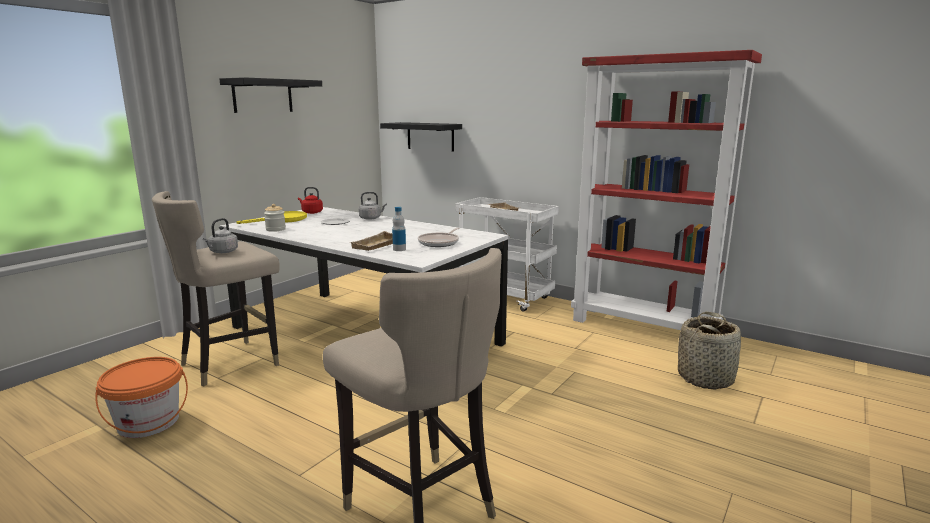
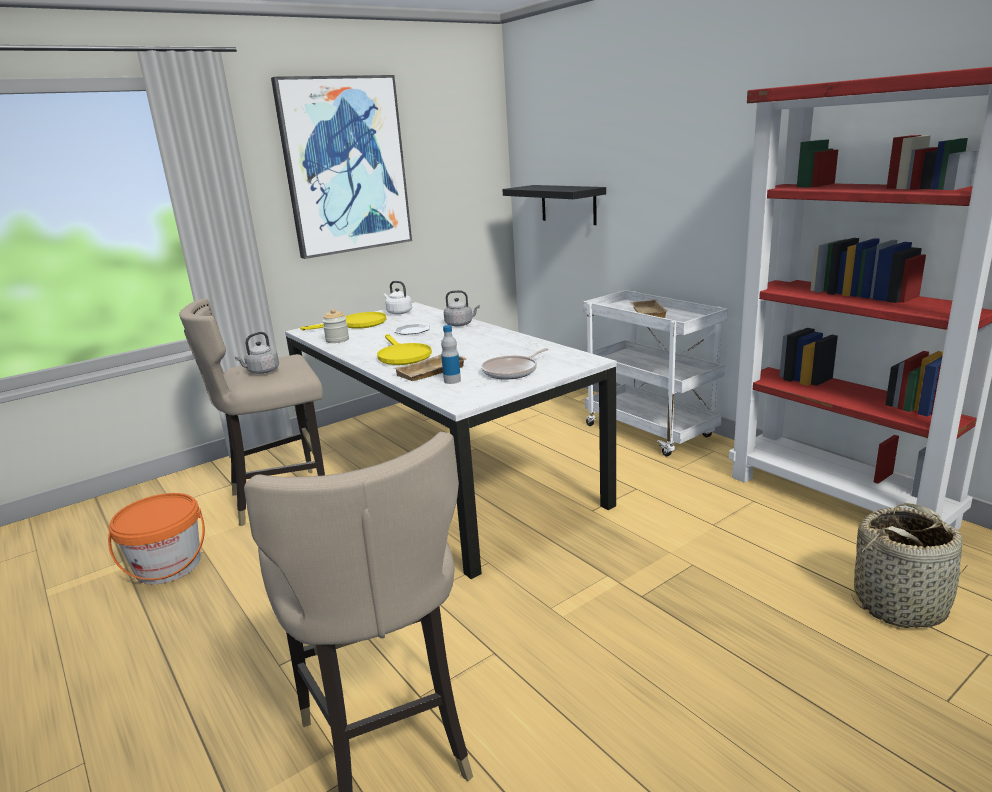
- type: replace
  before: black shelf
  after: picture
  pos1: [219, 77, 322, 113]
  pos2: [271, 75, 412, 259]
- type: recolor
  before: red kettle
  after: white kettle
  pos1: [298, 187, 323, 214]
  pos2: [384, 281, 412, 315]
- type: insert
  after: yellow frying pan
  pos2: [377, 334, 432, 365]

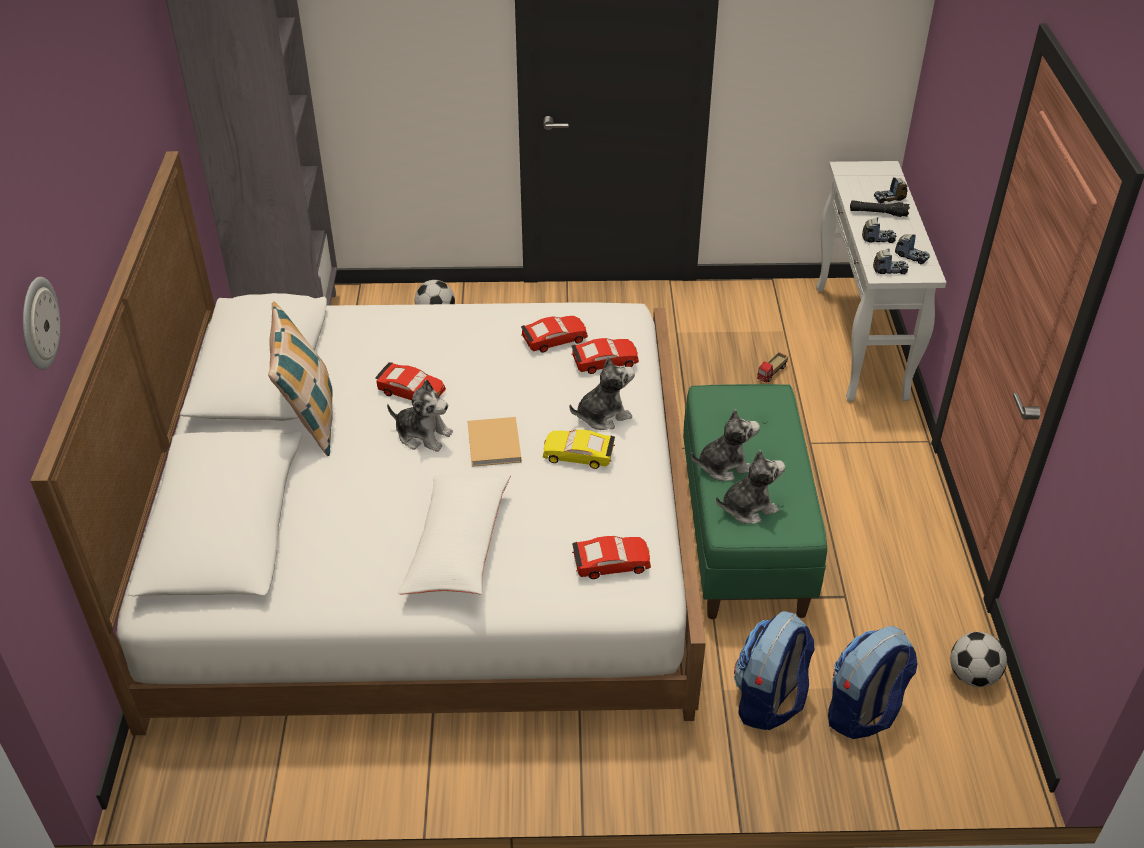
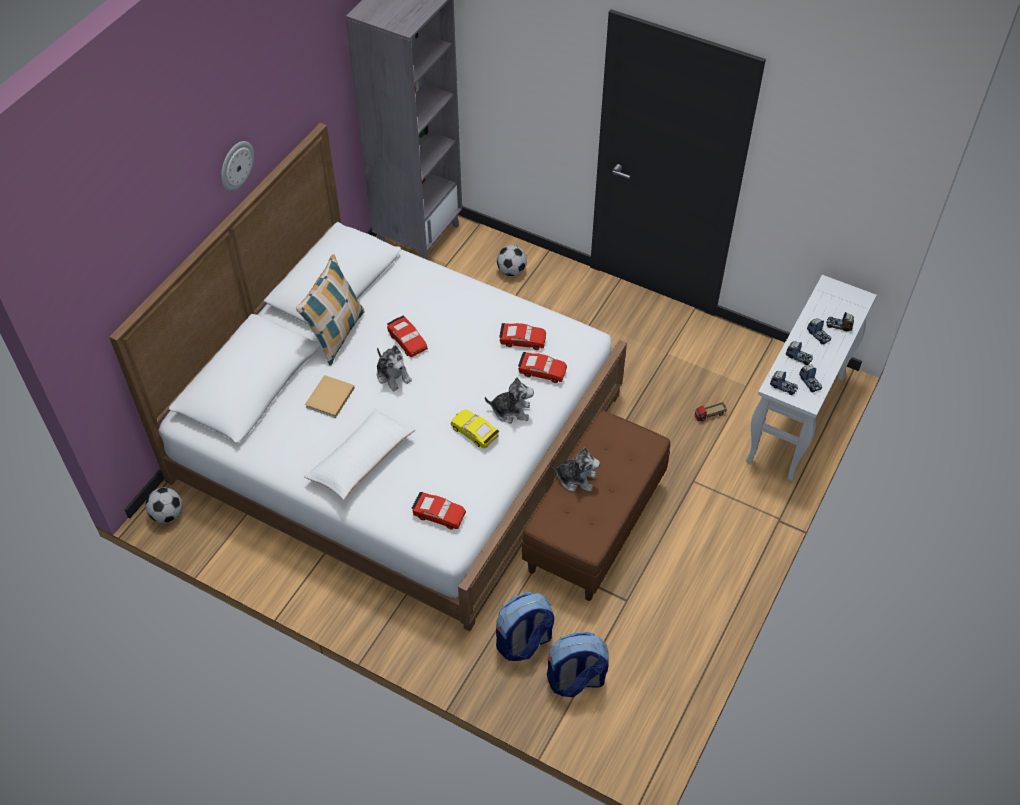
- type: move
  before: wall clock
  pos1: [23, 277, 61, 370]
  pos2: [221, 141, 254, 191]
- type: move
  before: beige book
  pos1: [467, 417, 521, 467]
  pos2: [305, 375, 355, 418]
- type: recolor
  before: green bench
  after: brown bench
  pos1: [683, 384, 827, 619]
  pos2: [522, 410, 670, 601]
- type: delete
  before: plush toy
  pos1: [716, 450, 785, 524]
- type: replace
  before: black flashlight
  after: toy truck
  pos1: [850, 200, 910, 217]
  pos2: [807, 318, 831, 345]
- type: move
  before: football
  pos1: [950, 632, 1007, 687]
  pos2: [145, 488, 182, 523]

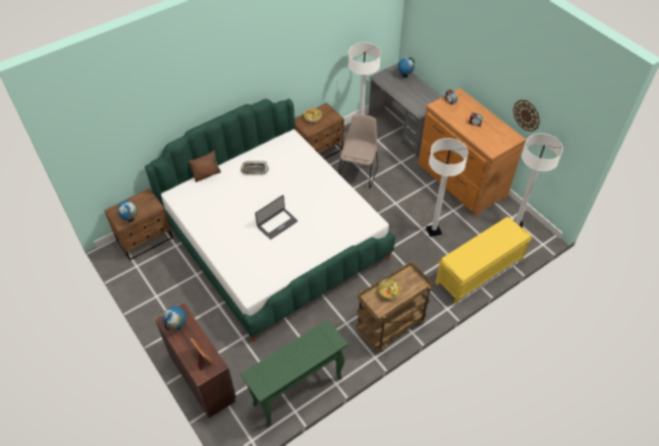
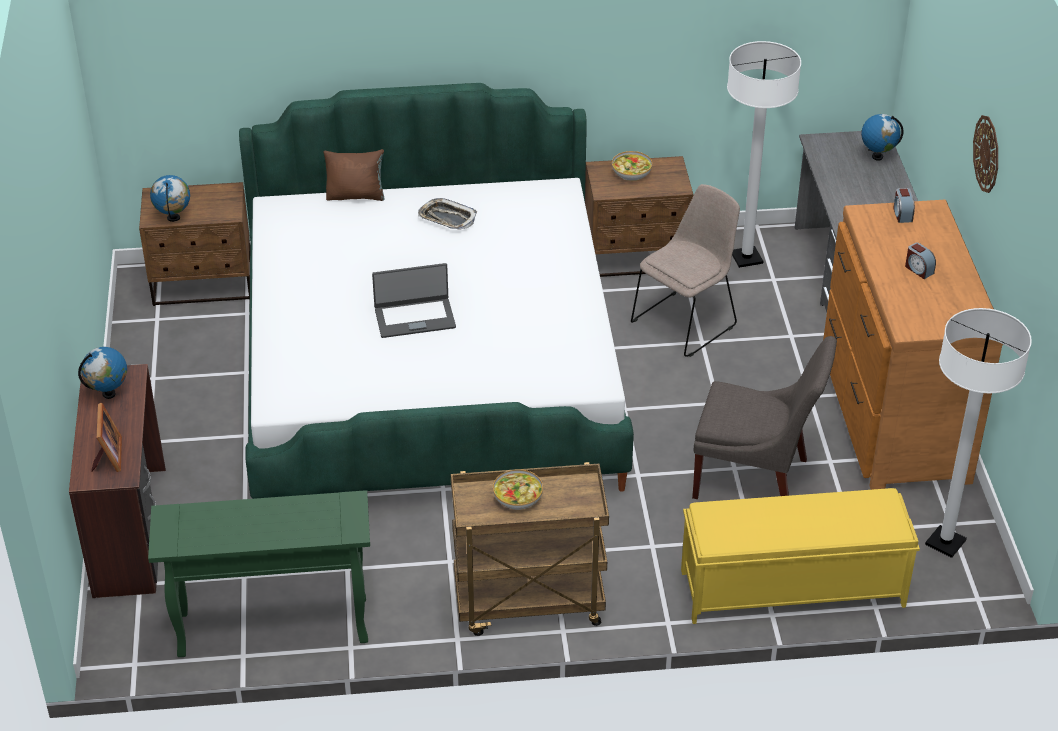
- type: replace
  before: white floor lamp
  after: grey chair
  pos1: [426, 138, 468, 237]
  pos2: [692, 336, 837, 499]
- type: move
  before: wall clock
  pos1: [513, 100, 540, 132]
  pos2: [973, 115, 998, 193]

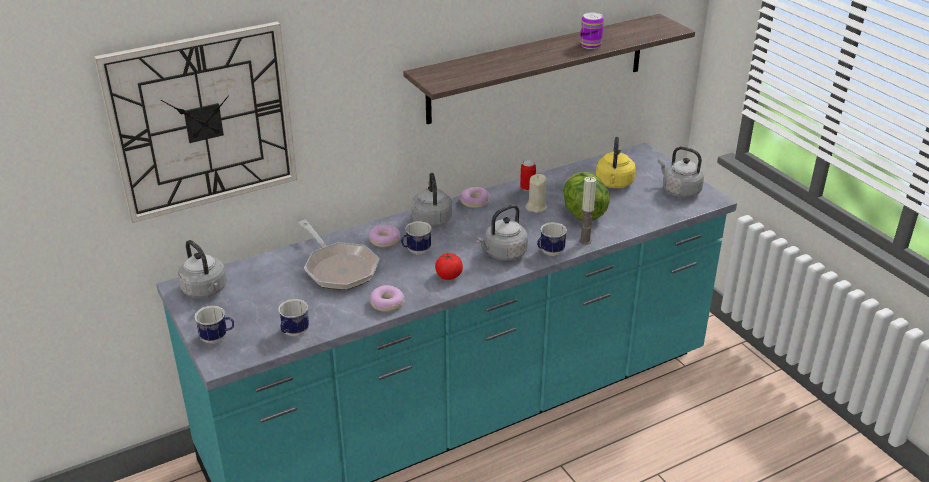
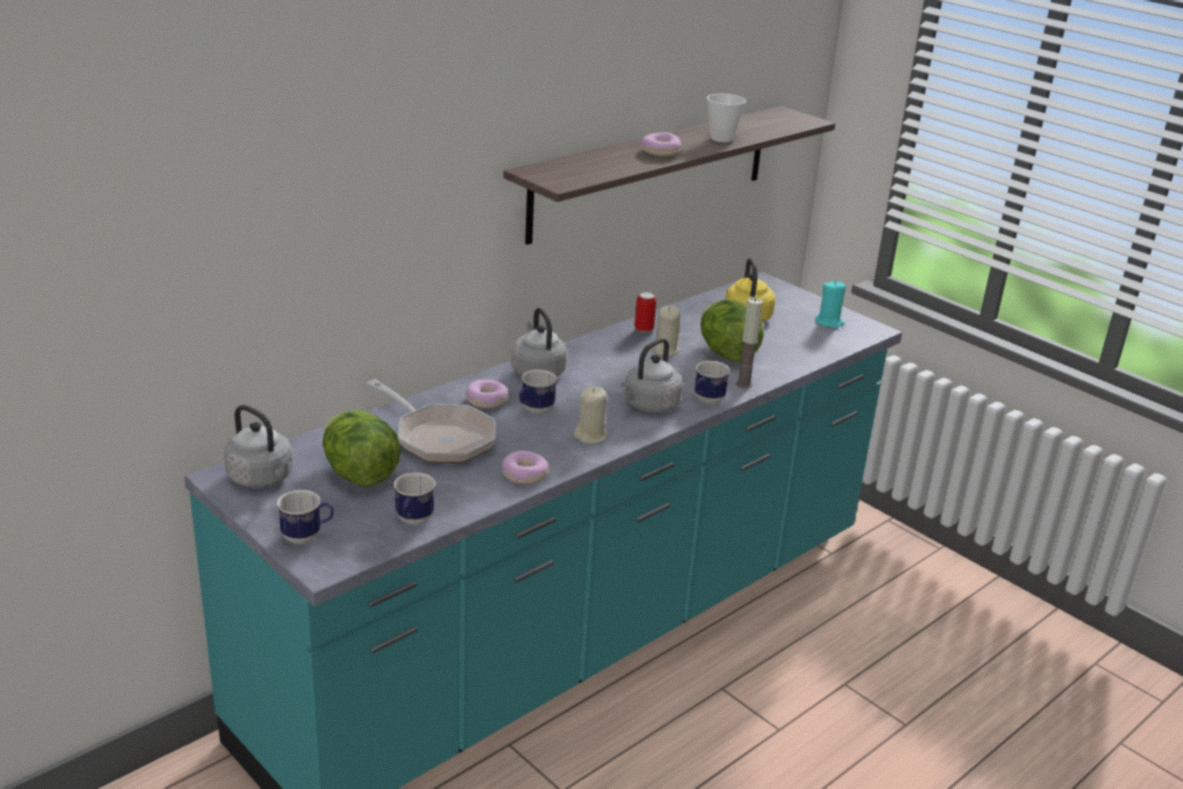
- type: delete
  before: wall clock
  pos1: [94, 21, 297, 223]
- type: replace
  before: tomato
  after: beige candle
  pos1: [435, 253, 463, 280]
  pos2: [574, 387, 608, 444]
- type: move
  before: donut
  pos1: [460, 187, 489, 208]
  pos2: [640, 132, 681, 156]
- type: replace
  before: can
  after: cup
  pos1: [580, 12, 604, 49]
  pos2: [707, 94, 746, 142]
- type: replace
  before: grey kettle
  after: turquoise candle
  pos1: [658, 146, 704, 198]
  pos2: [815, 281, 846, 328]
- type: insert
  after: lettuce
  pos2: [323, 410, 401, 487]

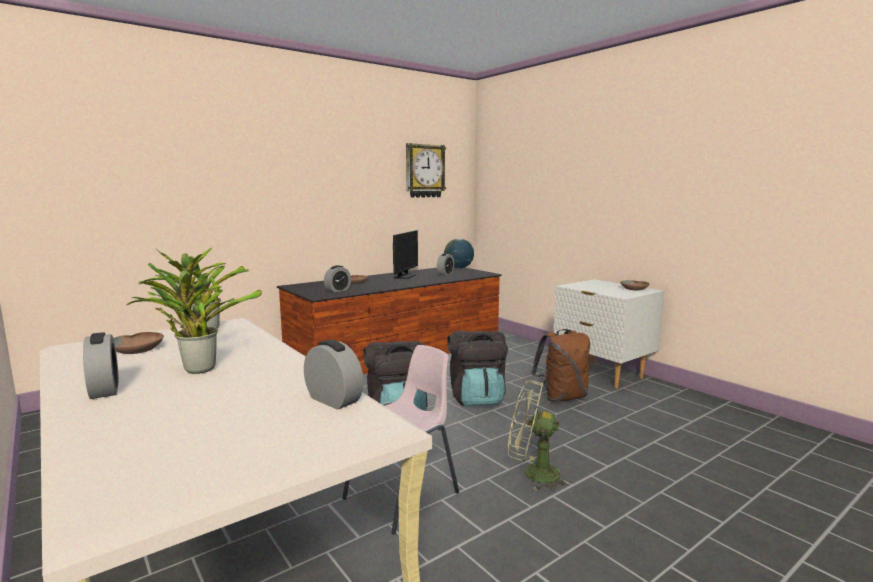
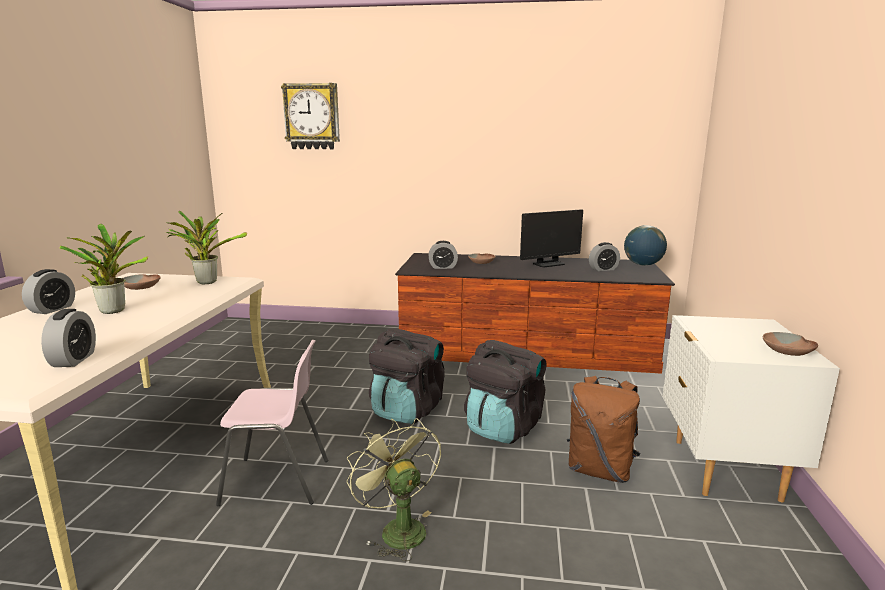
- type: move
  before: wall clock
  pos1: [406, 143, 446, 198]
  pos2: [281, 83, 340, 150]

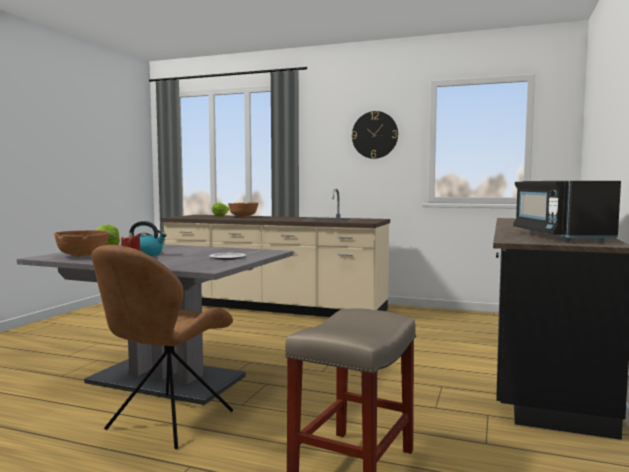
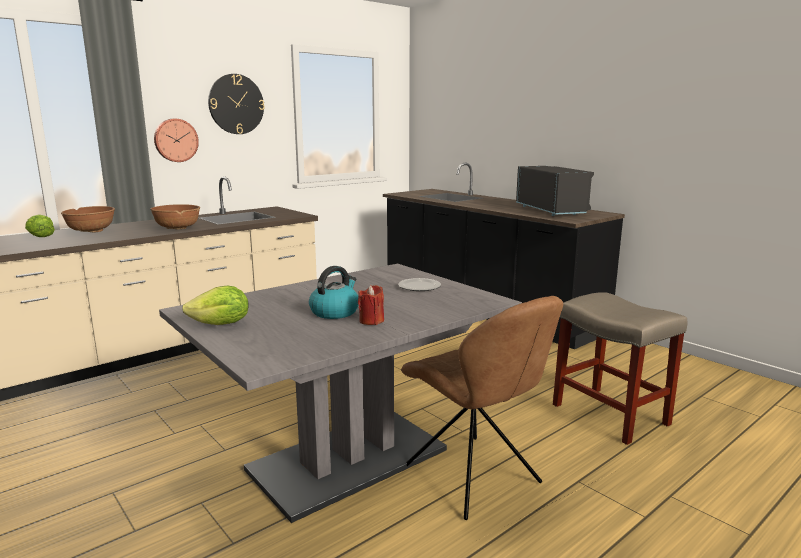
- type: move
  before: brown bowl
  pos1: [54, 230, 110, 258]
  pos2: [150, 204, 200, 230]
- type: rotate
  before: black microwave
  pos1: [513, 181, 621, 242]
  pos2: [516, 166, 594, 216]
  turn: -135
- type: insert
  after: wall clock
  pos2: [154, 119, 199, 162]

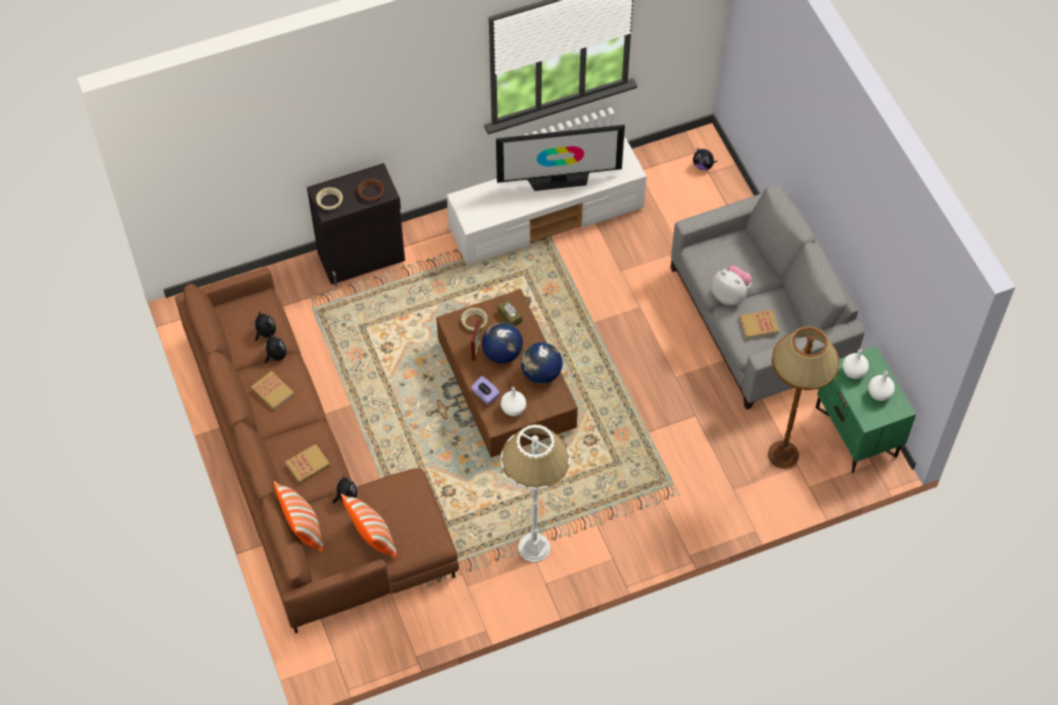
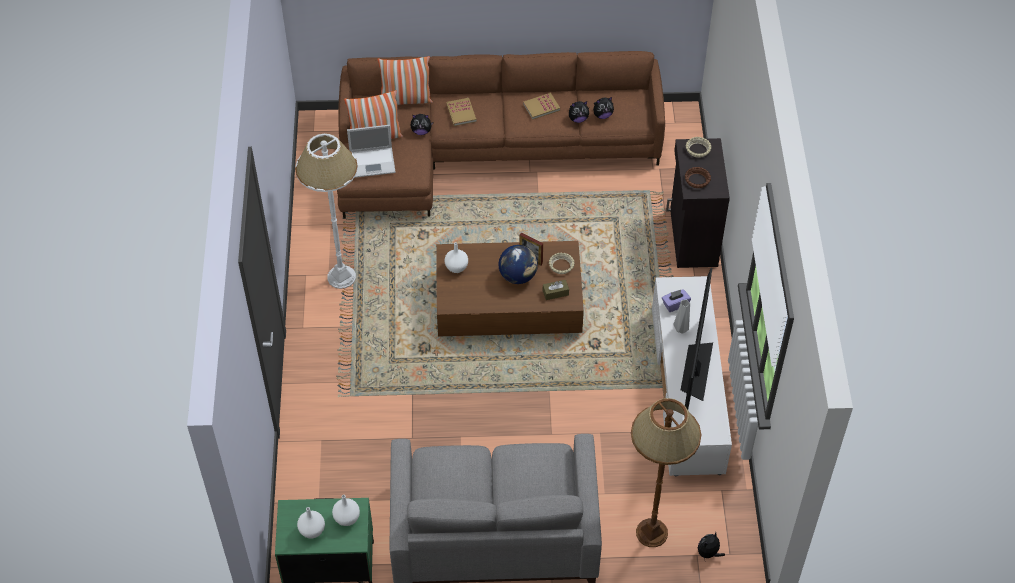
- type: move
  before: purple tissue box
  pos1: [471, 376, 500, 405]
  pos2: [662, 289, 691, 312]
- type: delete
  before: globe
  pos1: [521, 342, 563, 384]
- type: delete
  before: plush toy
  pos1: [711, 266, 752, 305]
- type: delete
  before: book
  pos1: [739, 310, 779, 339]
- type: move
  before: brown floor lamp
  pos1: [768, 326, 840, 469]
  pos2: [631, 398, 701, 547]
- type: insert
  after: laptop
  pos2: [347, 125, 396, 178]
- type: insert
  after: grey vase
  pos2: [674, 300, 690, 334]

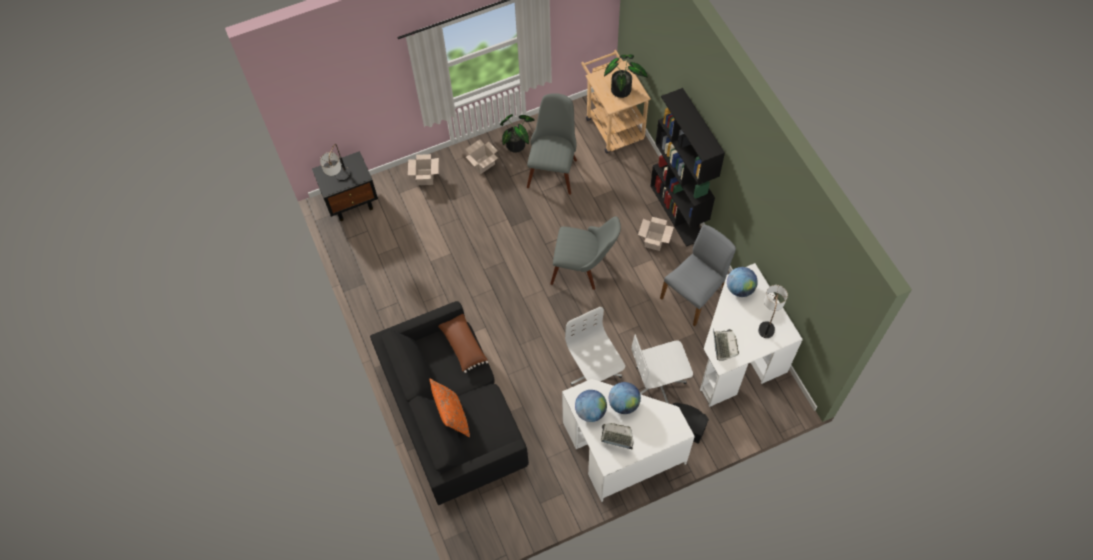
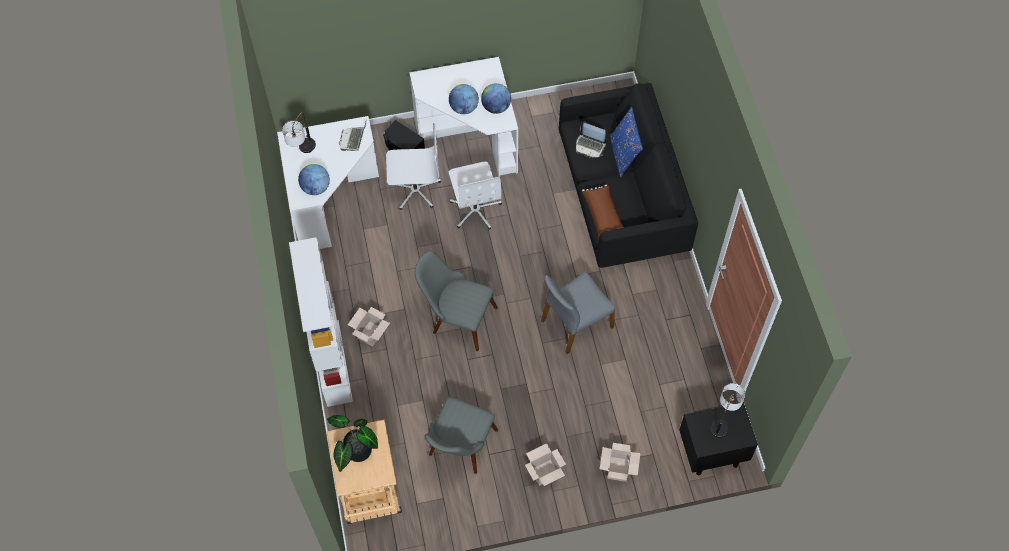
- type: recolor
  before: orange pillow
  after: blue pillow
  pos1: [430, 378, 470, 437]
  pos2: [610, 107, 643, 177]
- type: delete
  before: potted plant
  pos1: [500, 114, 535, 153]
- type: move
  before: laptop
  pos1: [601, 423, 633, 450]
  pos2: [576, 121, 606, 158]
- type: recolor
  before: black bookcase
  after: white bookcase
  pos1: [650, 88, 725, 247]
  pos2: [289, 237, 353, 407]
- type: move
  before: grey chair
  pos1: [660, 225, 736, 326]
  pos2: [541, 271, 615, 354]

